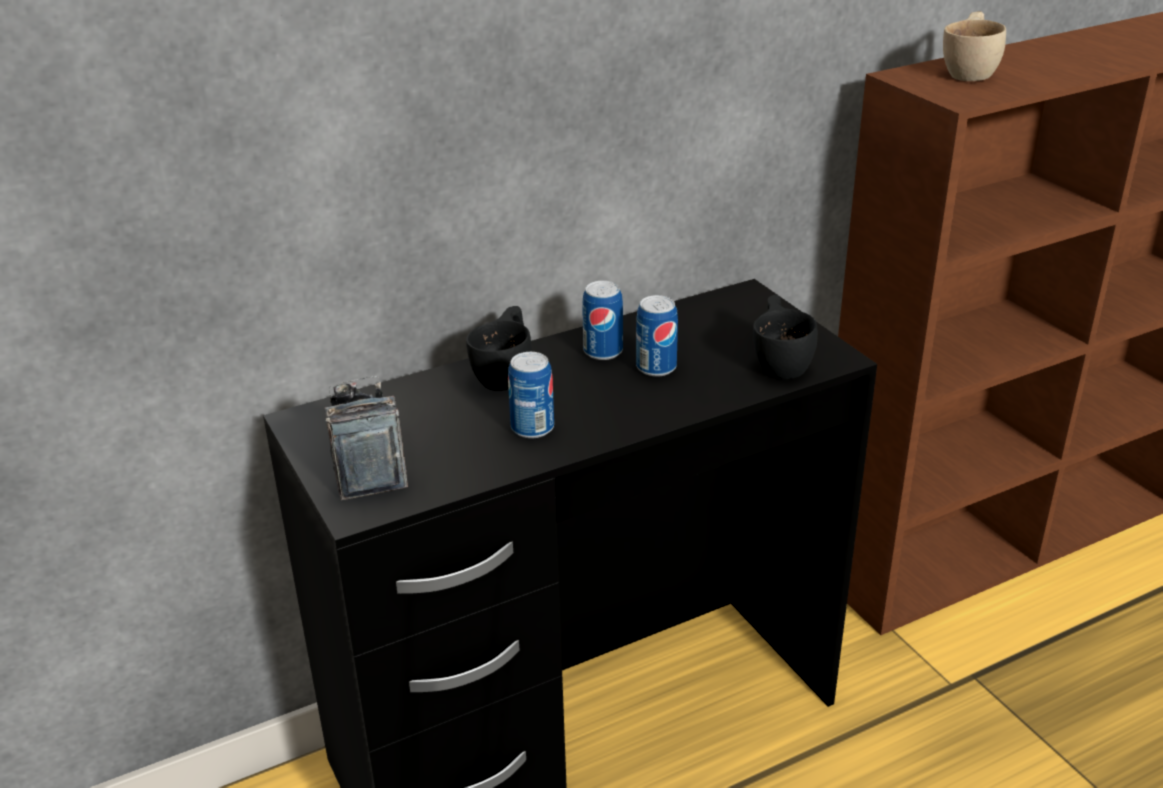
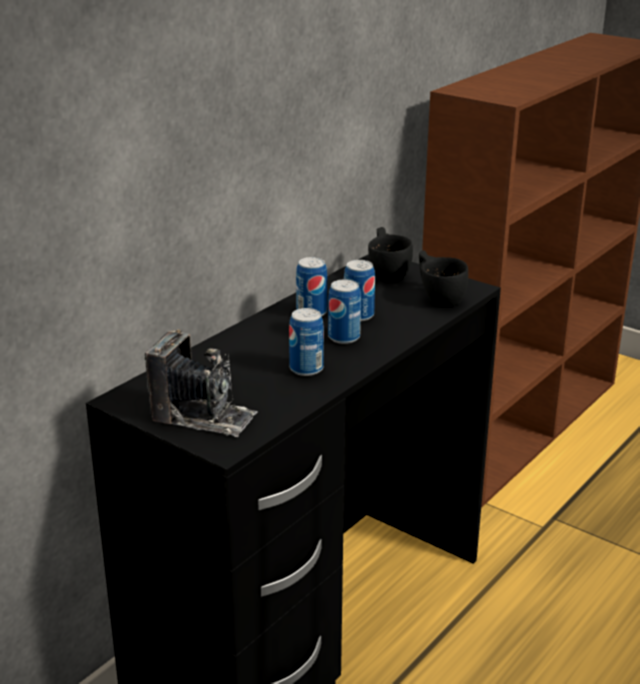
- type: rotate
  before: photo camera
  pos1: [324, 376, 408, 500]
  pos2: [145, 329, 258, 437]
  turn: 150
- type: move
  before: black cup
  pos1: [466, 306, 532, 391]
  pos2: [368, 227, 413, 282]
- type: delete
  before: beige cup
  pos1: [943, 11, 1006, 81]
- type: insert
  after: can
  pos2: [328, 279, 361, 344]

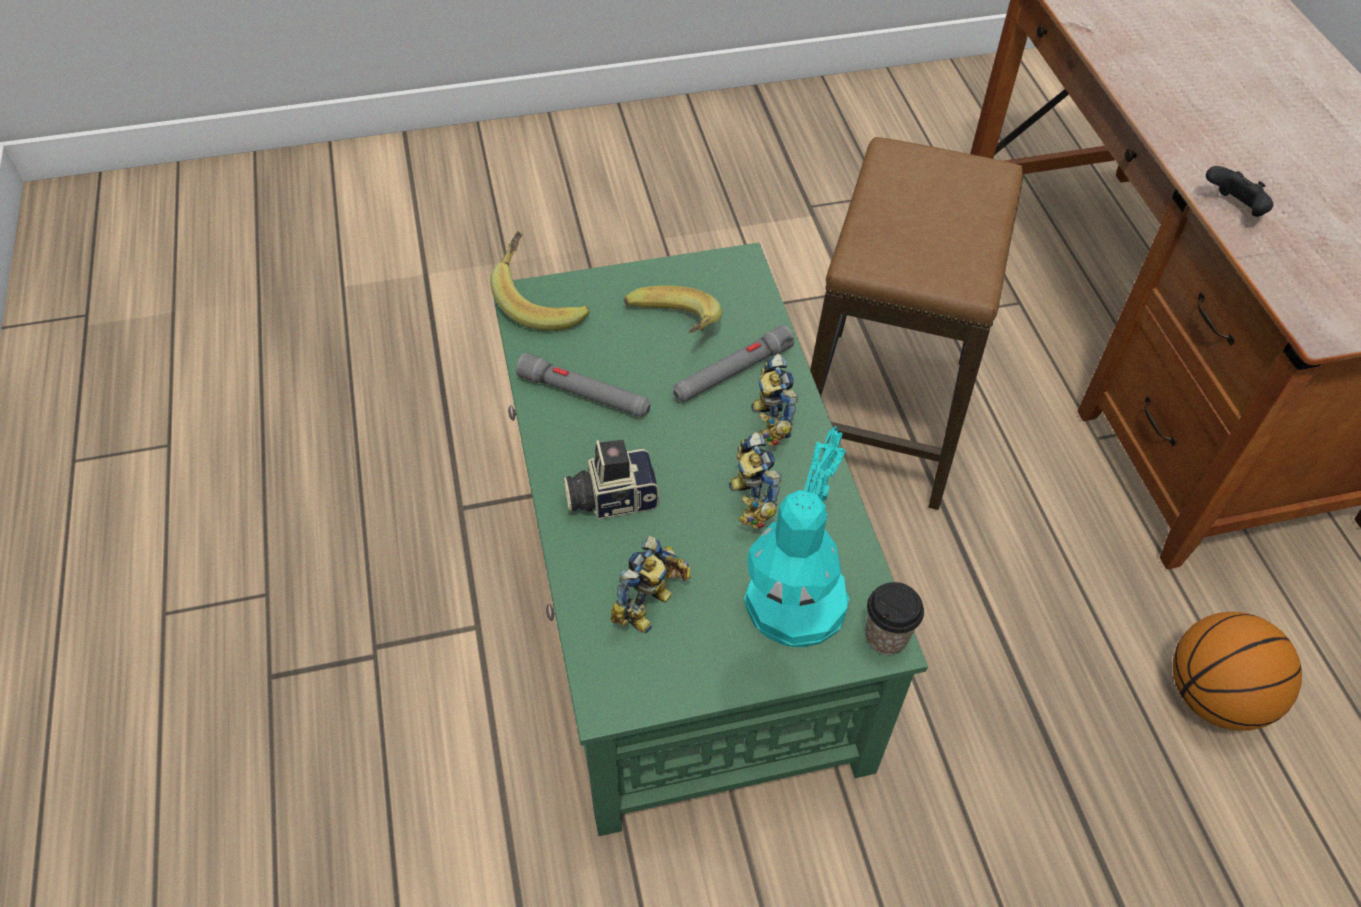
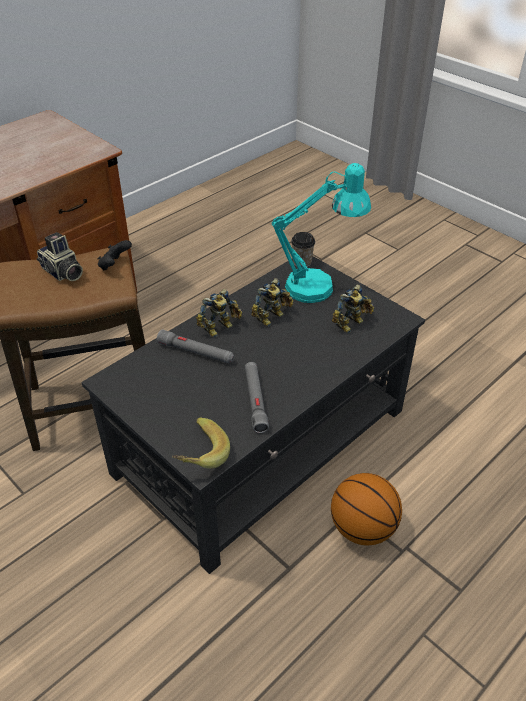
- type: recolor
  before: green coffee table
  after: black coffee table
  pos1: [493, 243, 928, 836]
  pos2: [81, 256, 425, 574]
- type: move
  before: photo camera
  pos1: [563, 440, 659, 520]
  pos2: [37, 232, 83, 281]
- type: rotate
  before: toy robot
  pos1: [610, 536, 691, 634]
  pos2: [332, 285, 374, 333]
  turn: 135
- type: delete
  before: banana
  pos1: [624, 286, 722, 334]
- type: move
  before: basketball
  pos1: [1173, 612, 1302, 731]
  pos2: [331, 473, 402, 546]
- type: move
  before: black game controller
  pos1: [1206, 166, 1274, 217]
  pos2: [98, 240, 132, 271]

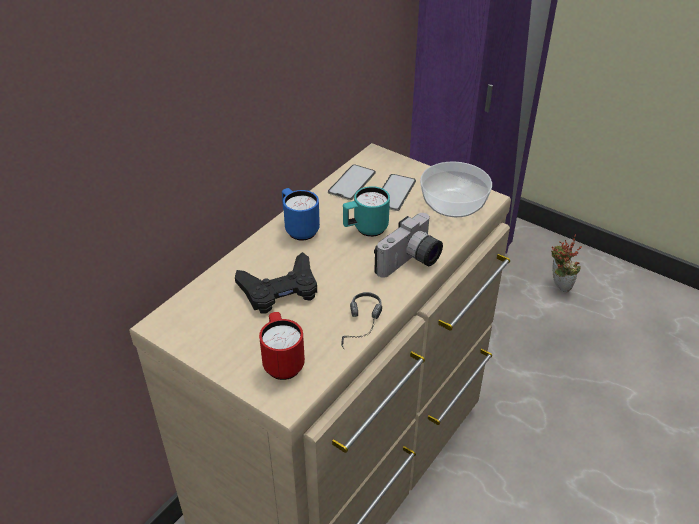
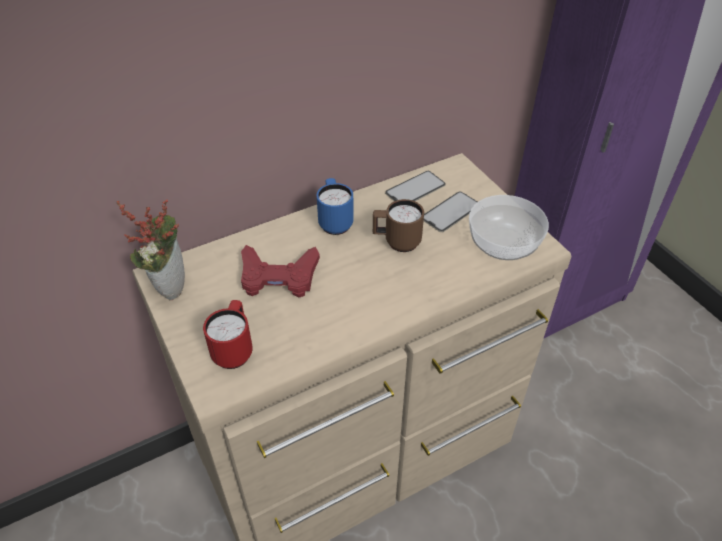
- type: recolor
  before: black game controller
  after: red game controller
  pos1: [235, 252, 317, 313]
  pos2: [241, 245, 320, 297]
- type: delete
  before: headphones
  pos1: [341, 292, 382, 350]
- type: recolor
  before: turquoise mug
  after: brown mug
  pos1: [343, 186, 390, 237]
  pos2: [373, 199, 424, 252]
- type: delete
  before: photo camera
  pos1: [374, 213, 443, 278]
- type: move
  before: potted plant
  pos1: [551, 234, 582, 292]
  pos2: [117, 200, 185, 301]

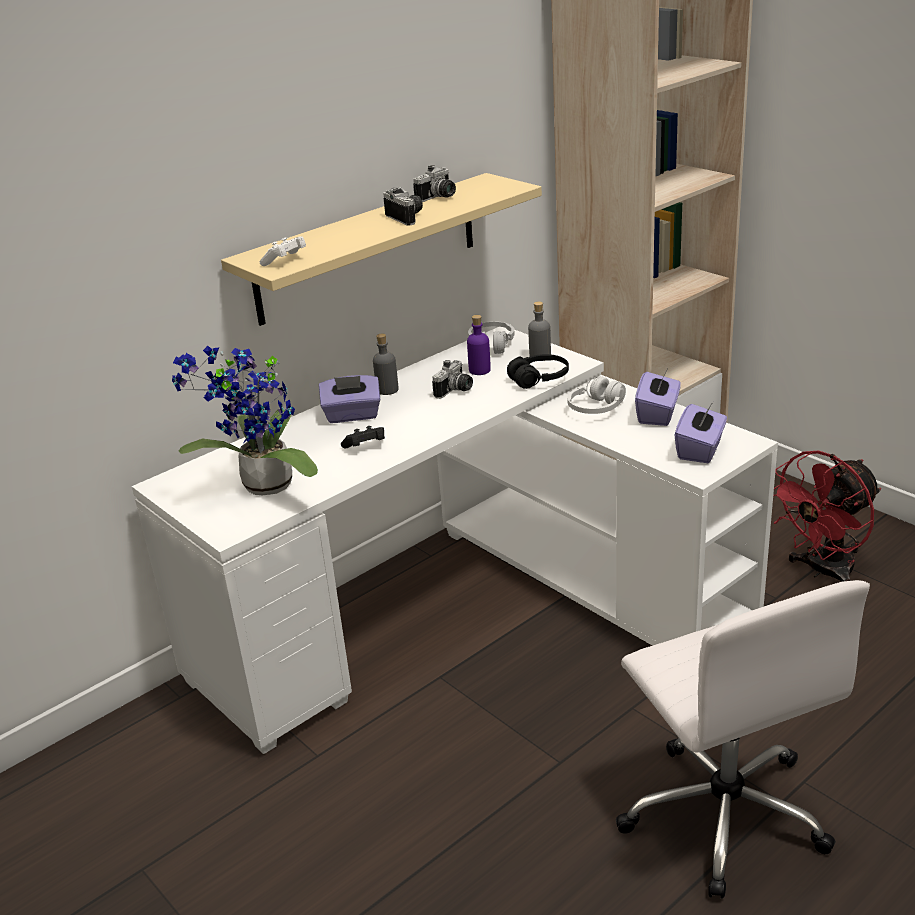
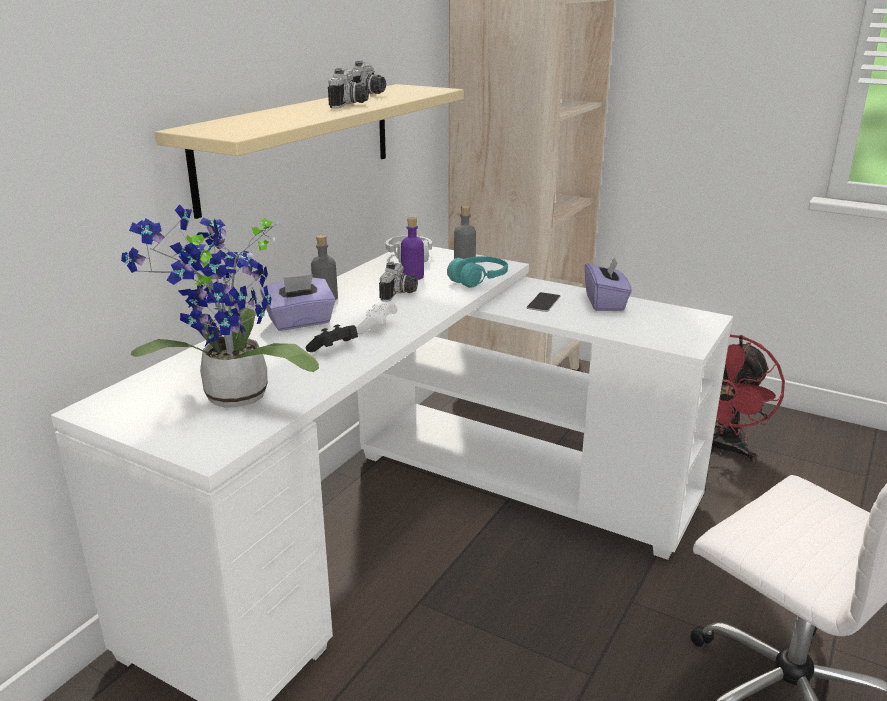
- type: move
  before: white game controller
  pos1: [260, 236, 306, 266]
  pos2: [356, 302, 397, 334]
- type: rotate
  before: photo camera
  pos1: [383, 187, 423, 226]
  pos2: [328, 68, 369, 108]
  turn: 60
- type: recolor
  before: black headphones
  after: turquoise headphones
  pos1: [507, 354, 569, 389]
  pos2: [447, 256, 508, 288]
- type: replace
  before: white headphones
  after: phone
  pos1: [567, 376, 626, 414]
  pos2: [527, 292, 560, 312]
- type: delete
  before: purple tissue box
  pos1: [675, 402, 727, 463]

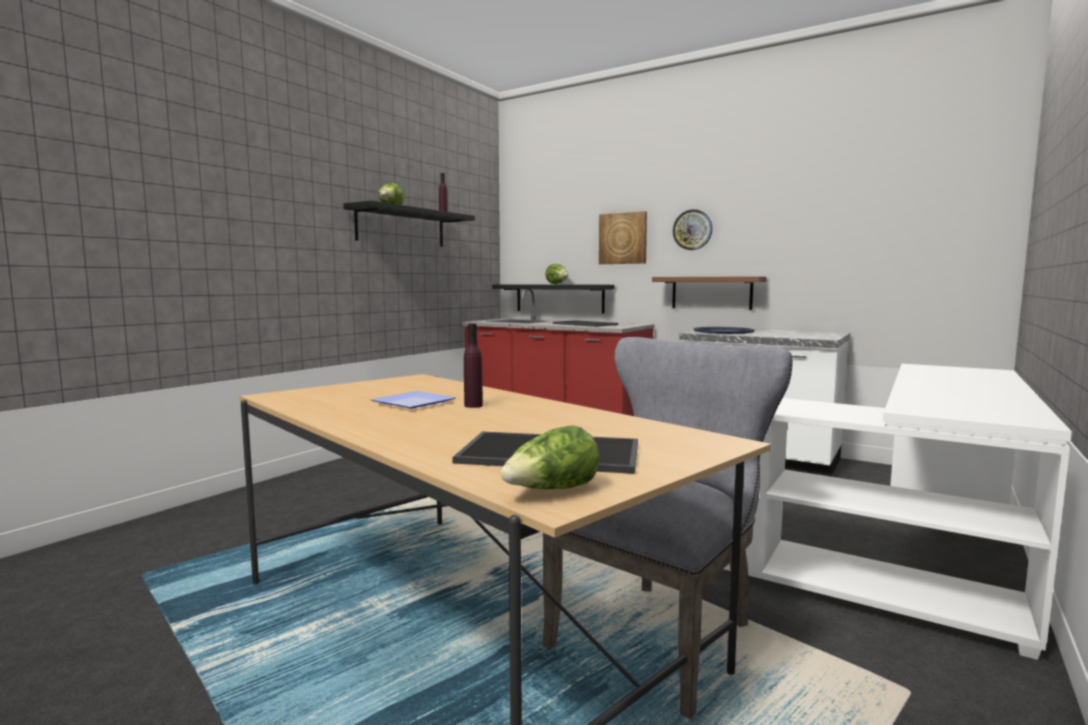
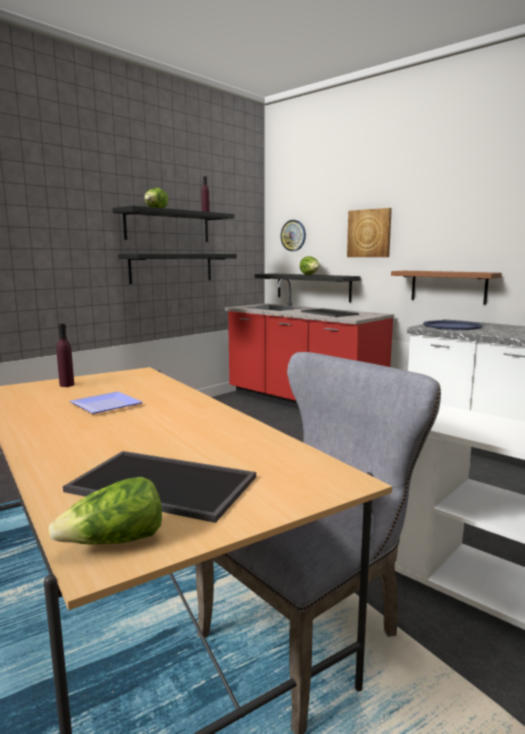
- type: move
  before: purple bottle
  pos1: [464, 324, 483, 408]
  pos2: [57, 323, 74, 387]
- type: move
  before: wall clock
  pos1: [673, 209, 712, 250]
  pos2: [281, 220, 306, 251]
- type: insert
  after: black shelf
  pos2: [118, 254, 237, 284]

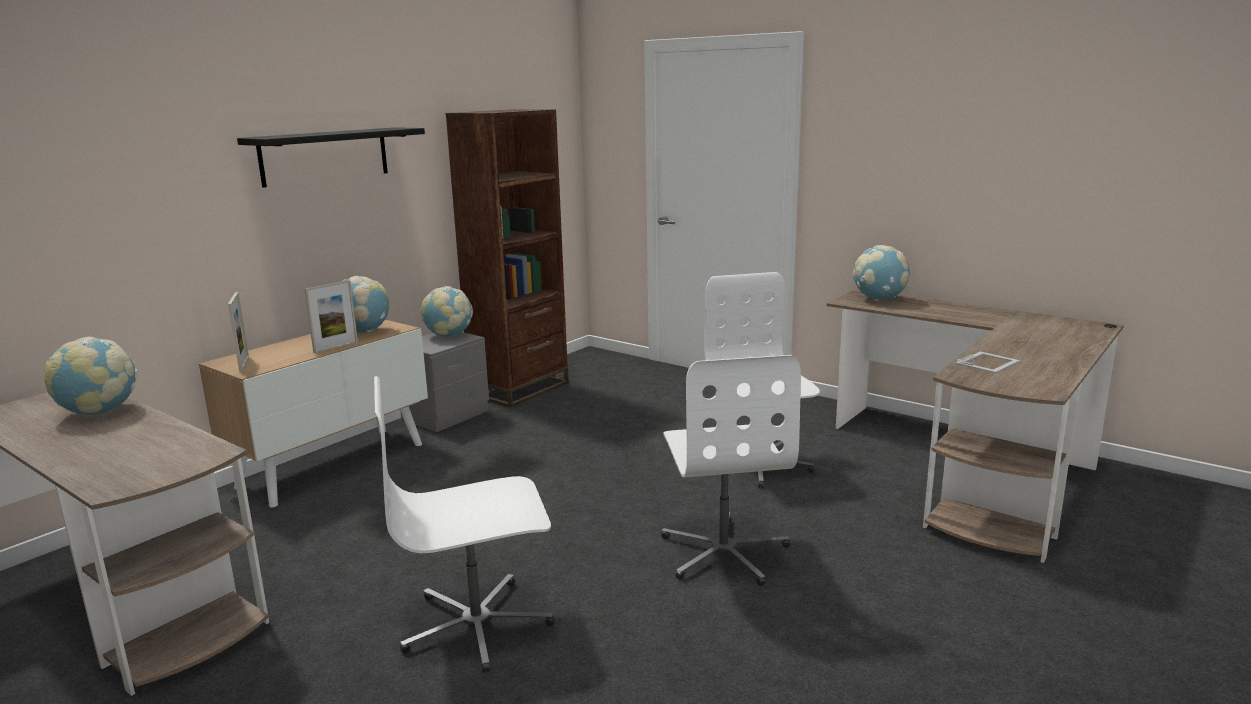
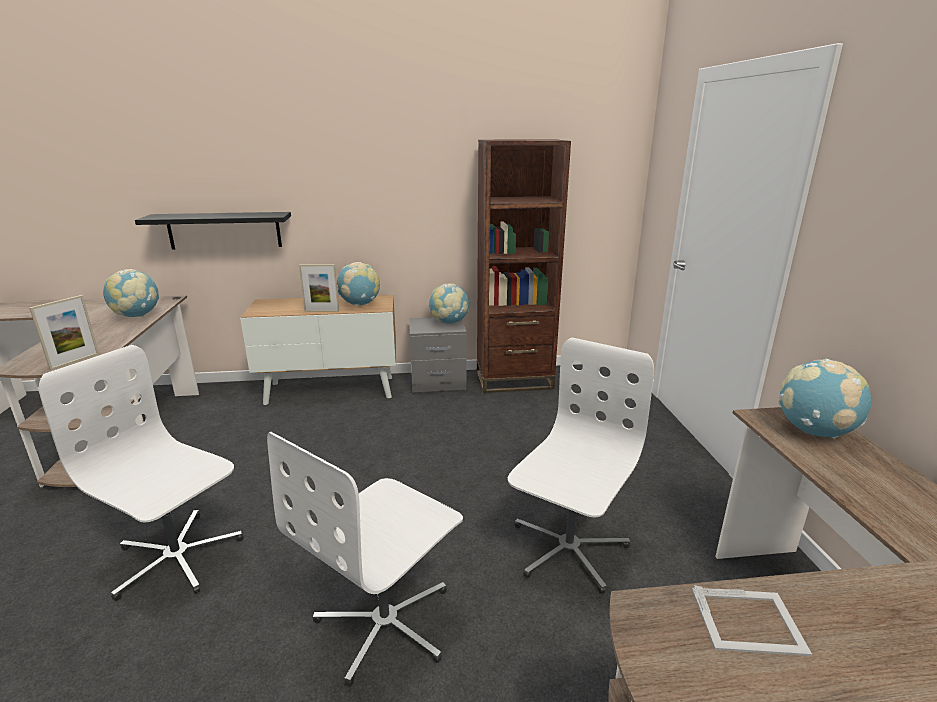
- type: move
  before: picture frame
  pos1: [228, 292, 249, 372]
  pos2: [29, 295, 99, 370]
- type: move
  before: black shelf
  pos1: [237, 127, 425, 188]
  pos2: [135, 212, 291, 249]

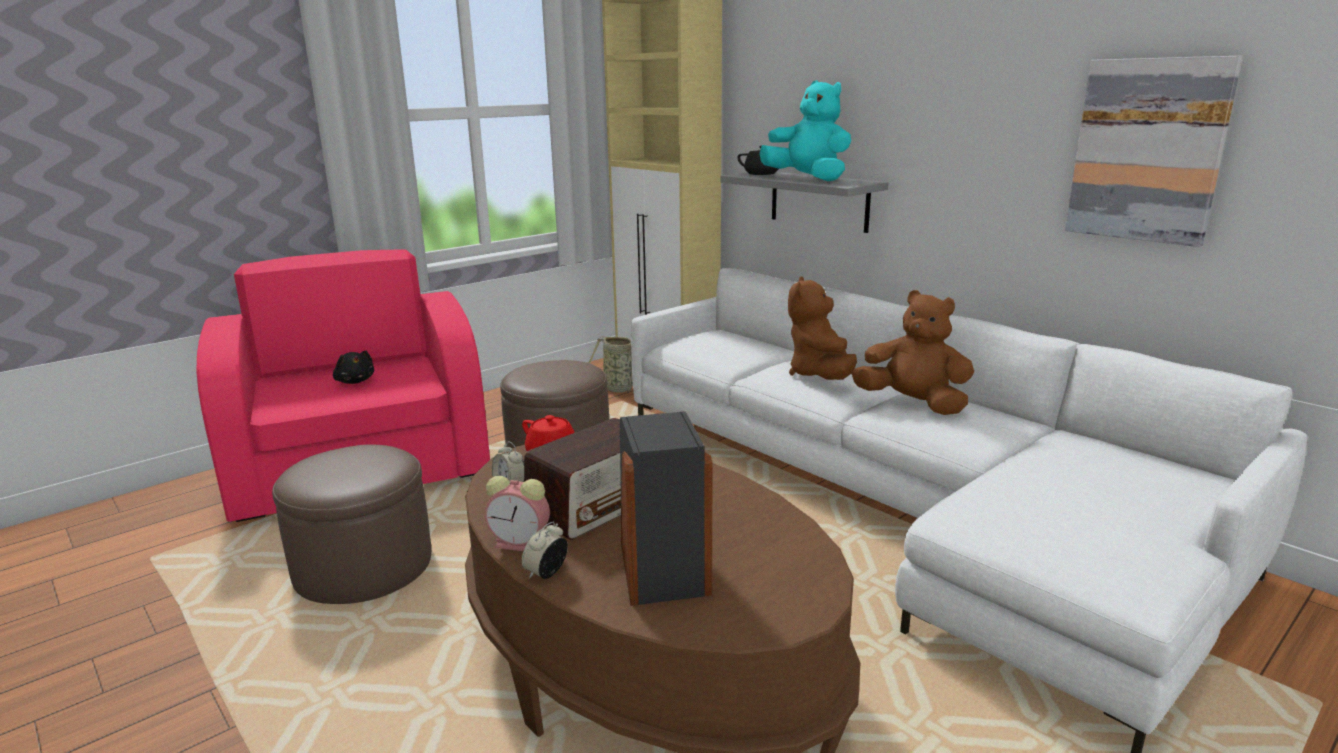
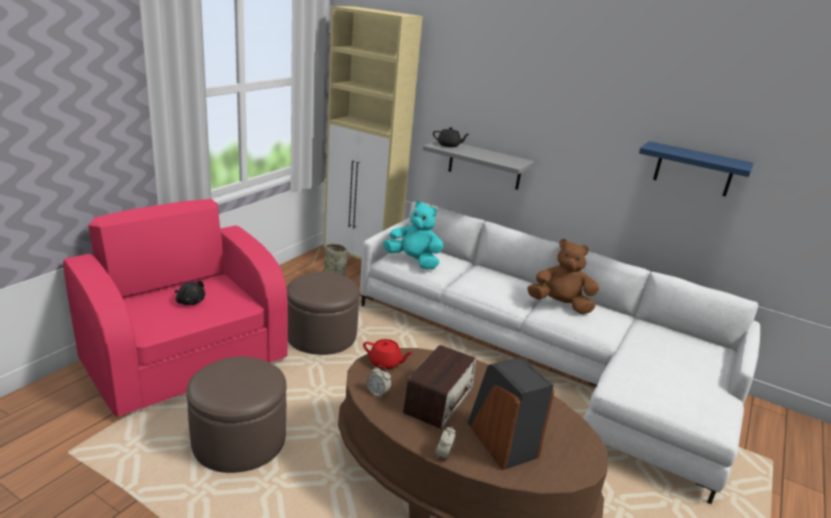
- type: delete
  before: alarm clock
  pos1: [485, 476, 550, 551]
- type: move
  before: turquoise plush toy
  pos1: [759, 80, 851, 181]
  pos2: [383, 201, 443, 269]
- type: delete
  before: brown plush toy
  pos1: [788, 277, 857, 380]
- type: replace
  before: picture
  after: blue shelf
  pos1: [1065, 56, 1243, 247]
  pos2: [639, 141, 754, 197]

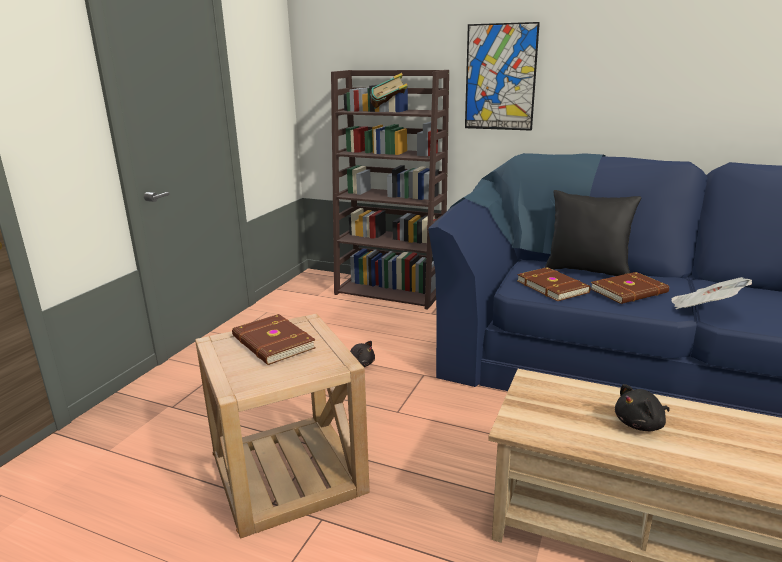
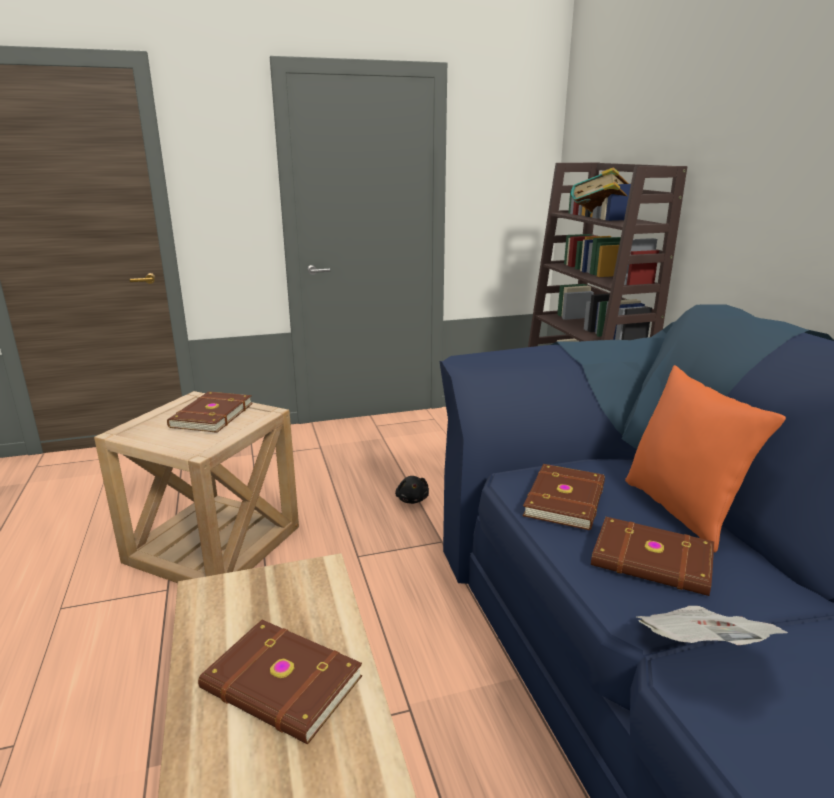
- type: delete
  before: picture
  pos1: [465, 22, 540, 131]
- type: recolor
  before: black pillow
  after: orange pillow
  pos1: [545, 190, 642, 276]
  pos2: [625, 365, 786, 553]
- type: replace
  before: black plush toy
  after: brown book
  pos1: [615, 384, 670, 431]
  pos2: [198, 620, 362, 744]

